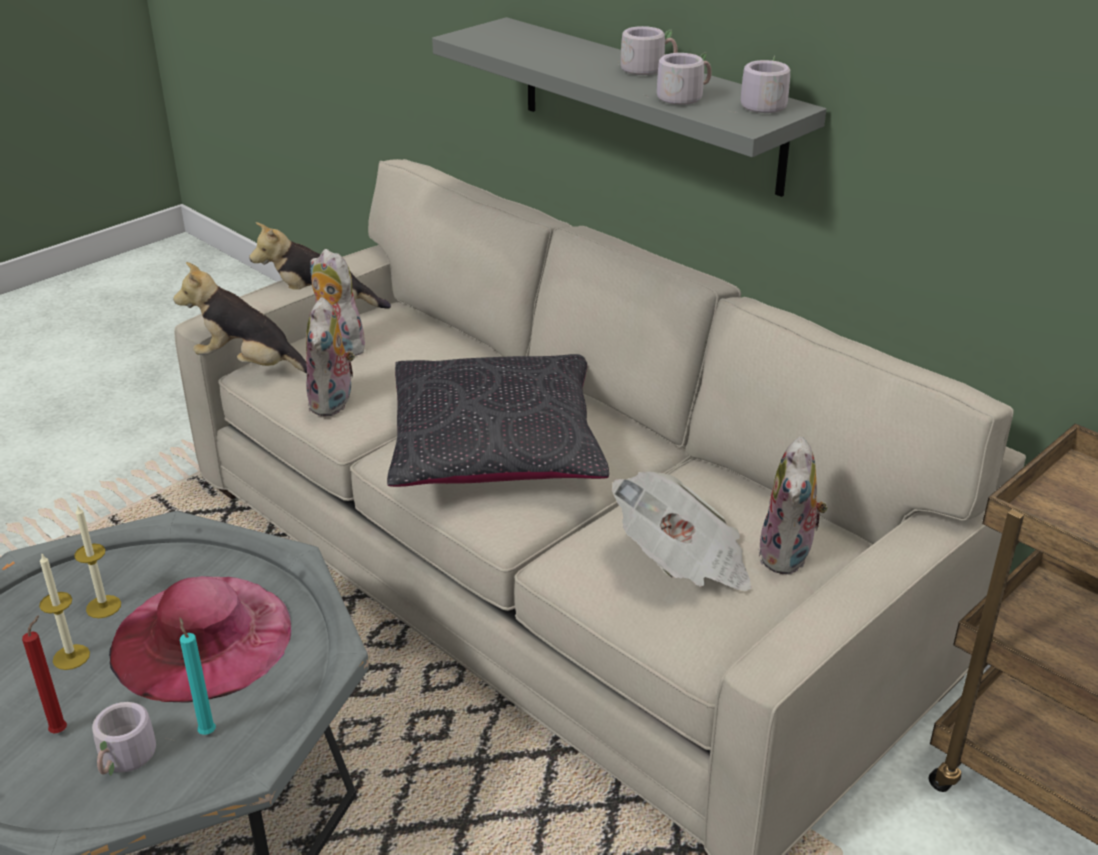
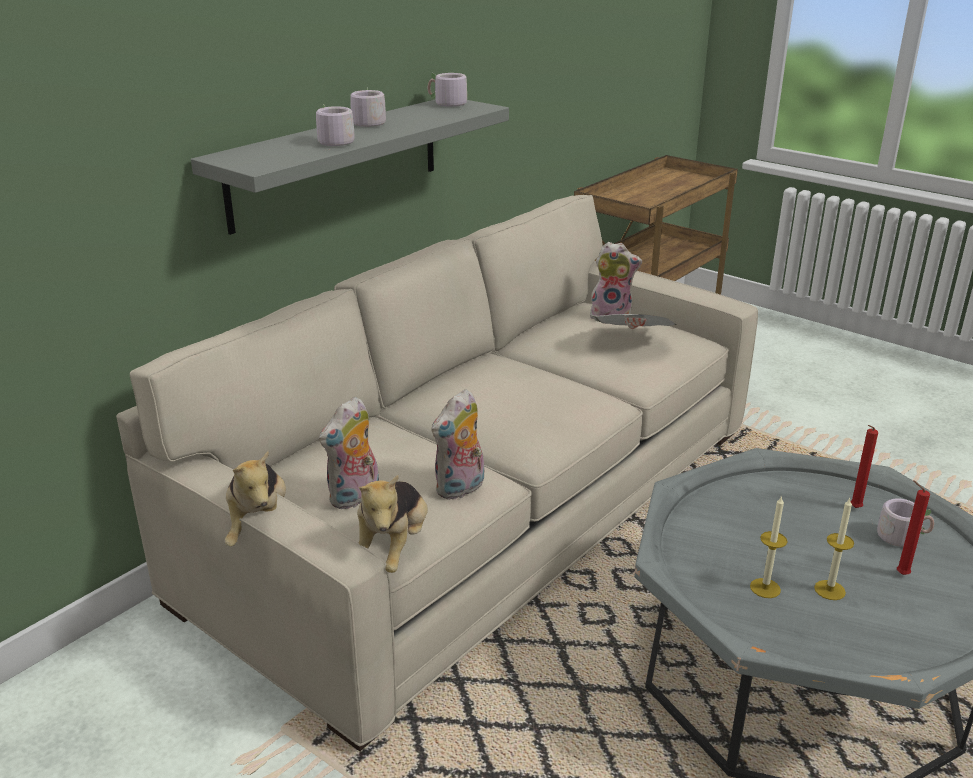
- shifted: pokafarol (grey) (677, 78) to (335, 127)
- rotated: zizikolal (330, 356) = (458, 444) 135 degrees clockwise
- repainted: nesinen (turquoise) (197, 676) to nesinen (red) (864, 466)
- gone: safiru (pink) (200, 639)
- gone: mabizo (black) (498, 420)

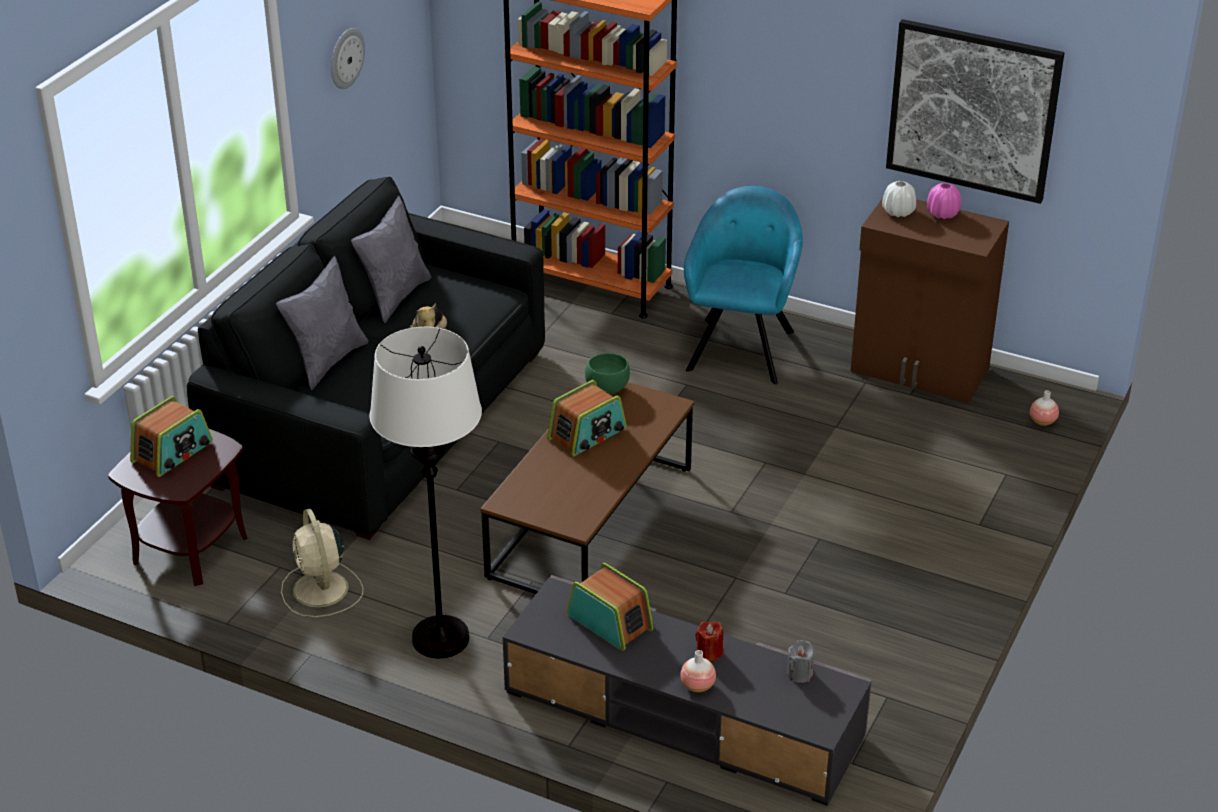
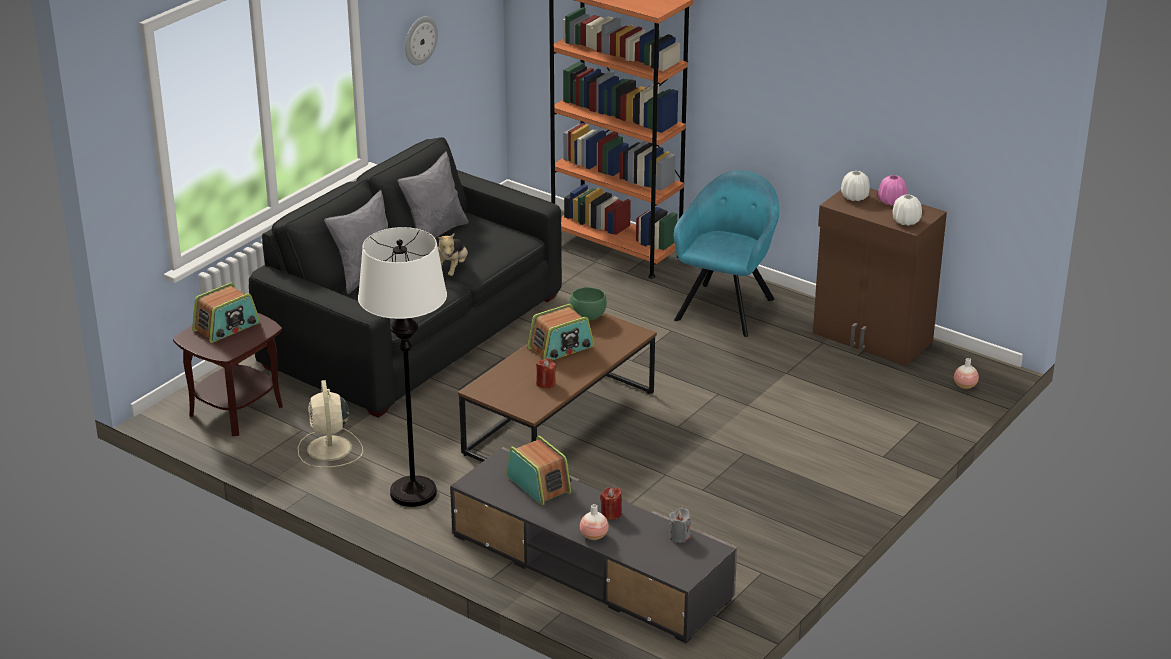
- new: nesinen (red) (546, 373)
- new: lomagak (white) (907, 210)
- gone: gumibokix (975, 111)

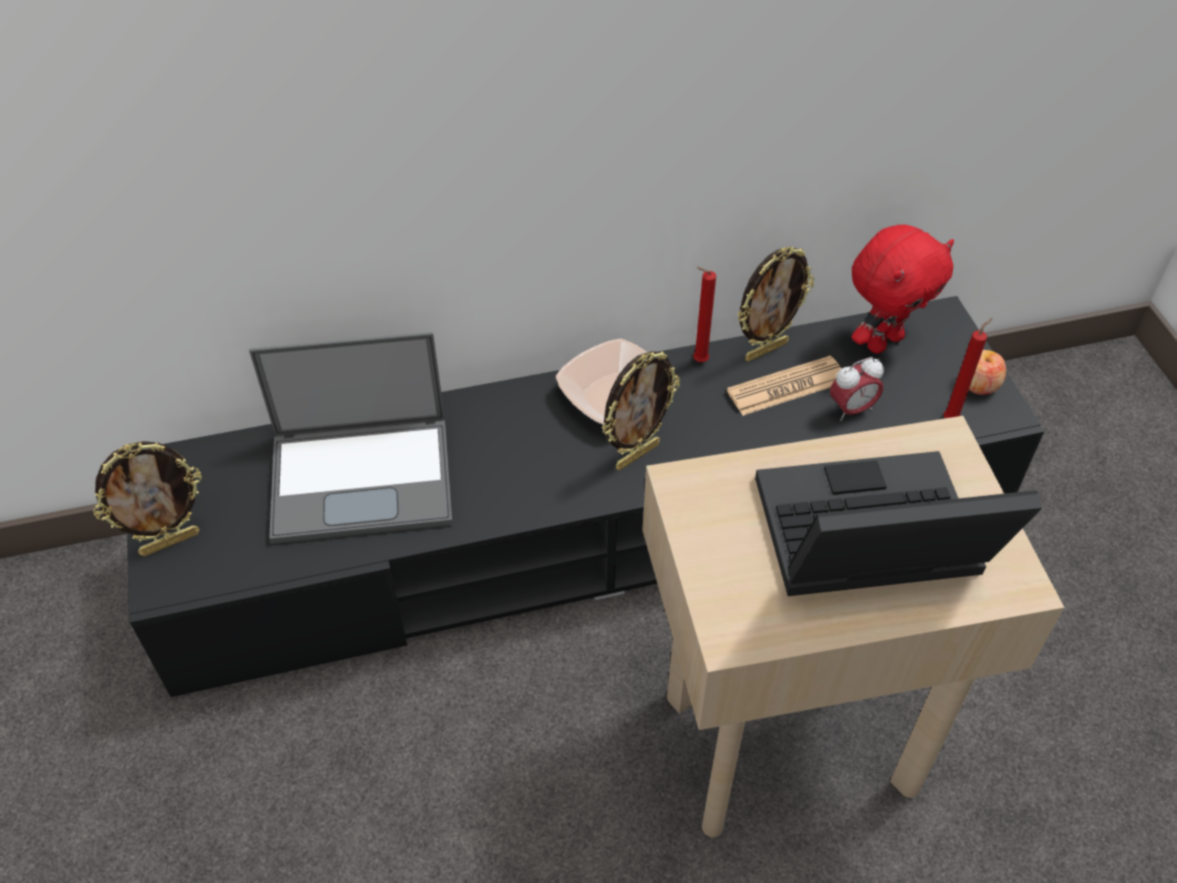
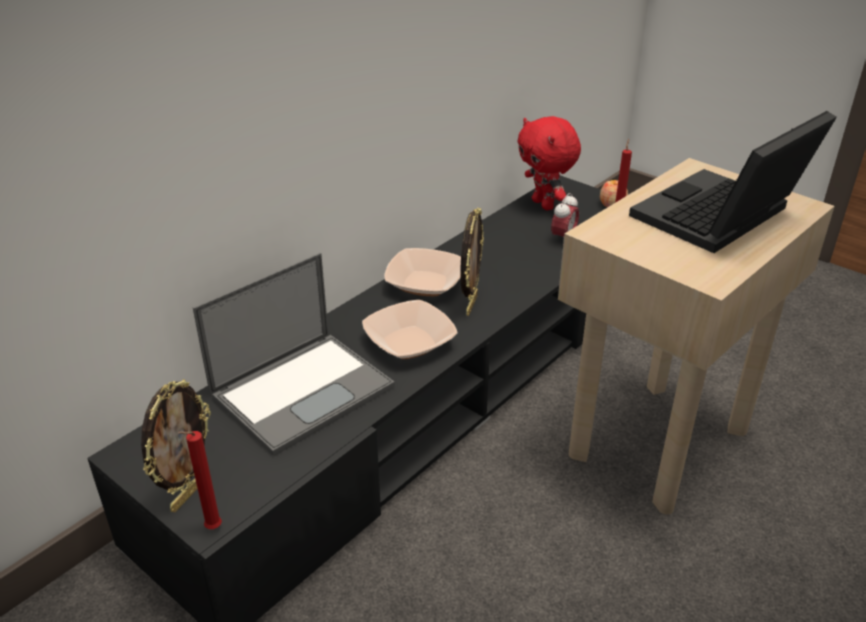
- shifted: nesinen (red) (704, 314) to (200, 480)
- new: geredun (409, 329)
- rotated: zizikolal (red) (903, 289) = (549, 163) 135 degrees clockwise
- gone: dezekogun (784, 386)
- gone: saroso (775, 304)

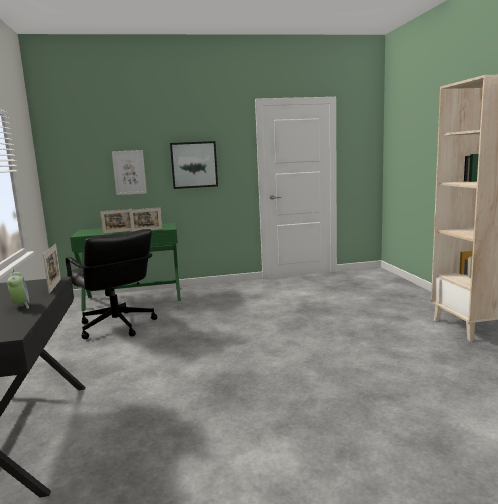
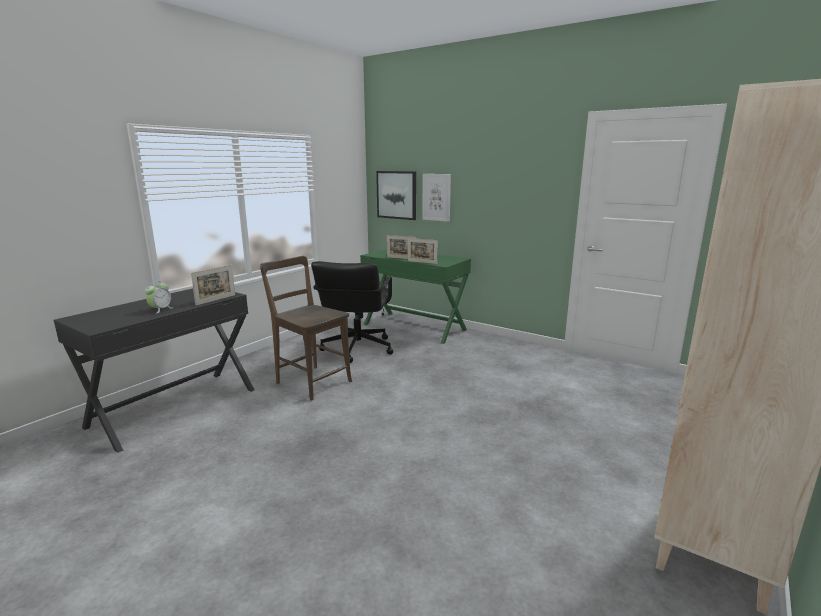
- new: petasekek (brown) (306, 328)
- shifted: gumibokix (194, 165) to (396, 195)

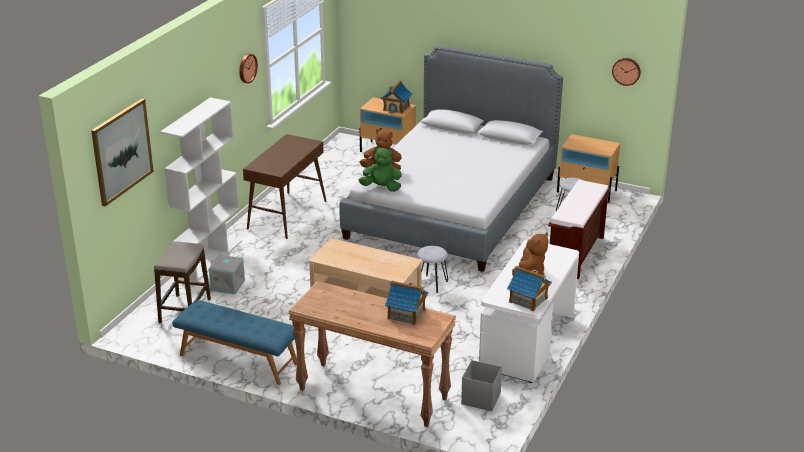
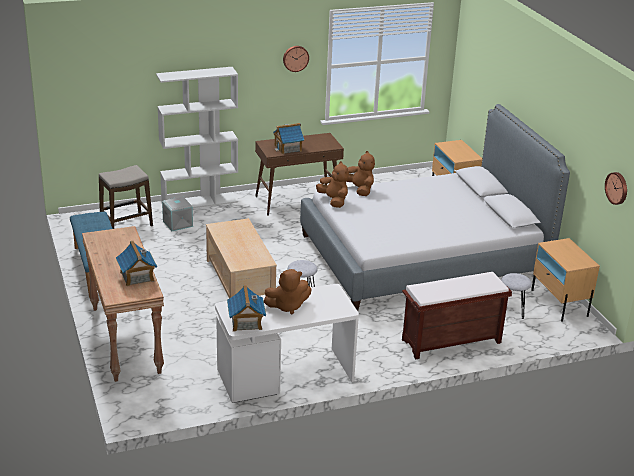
- shifted: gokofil (396, 97) to (288, 138)
- repainted: zizikolal (green) (380, 169) to zizikolal (brown) (332, 184)
- gone: gumibokix (122, 153)
- gone: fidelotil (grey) (481, 385)

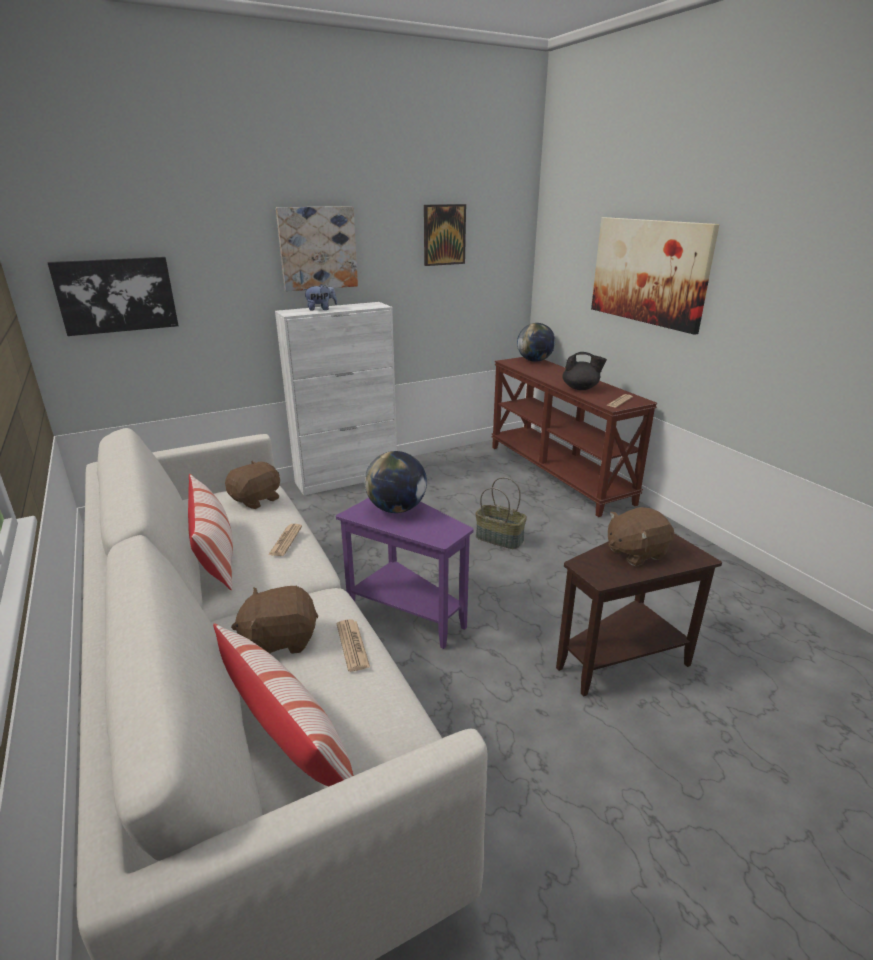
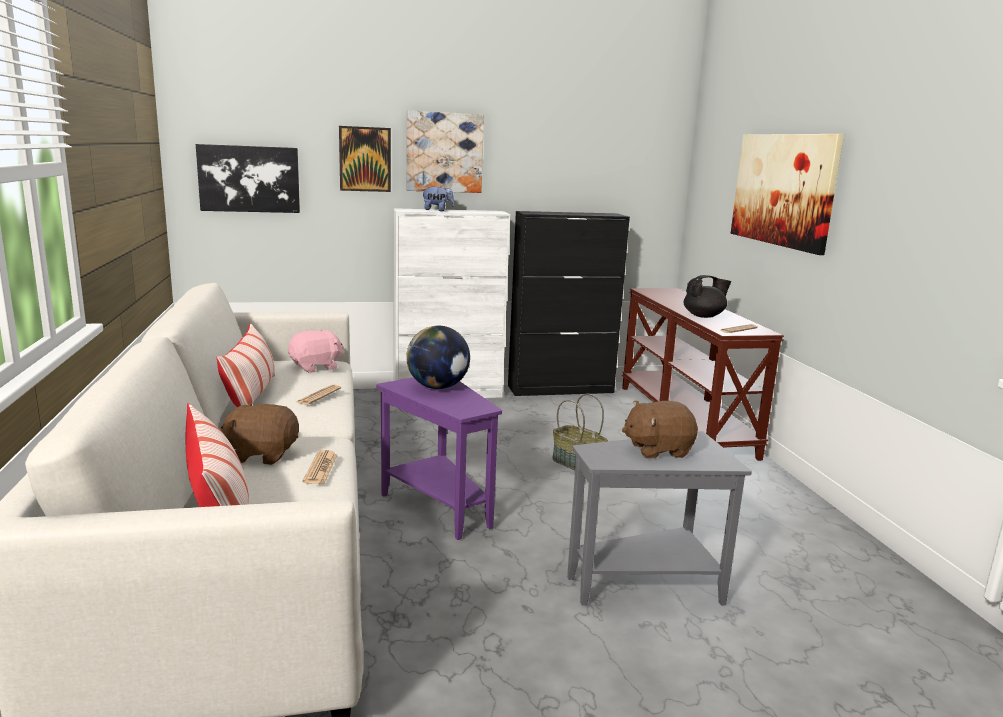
- repainted: zizikolal (brown) (252, 485) to zizikolal (pink) (316, 351)
- shifted: gumibokix (445, 235) to (365, 159)
- new: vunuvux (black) (569, 303)
- repainted: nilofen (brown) (639, 614) to nilofen (grey) (659, 518)
- rotated: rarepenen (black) (584, 371) = (707, 296) 45 degrees counterclockwise
- gone: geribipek (536, 342)

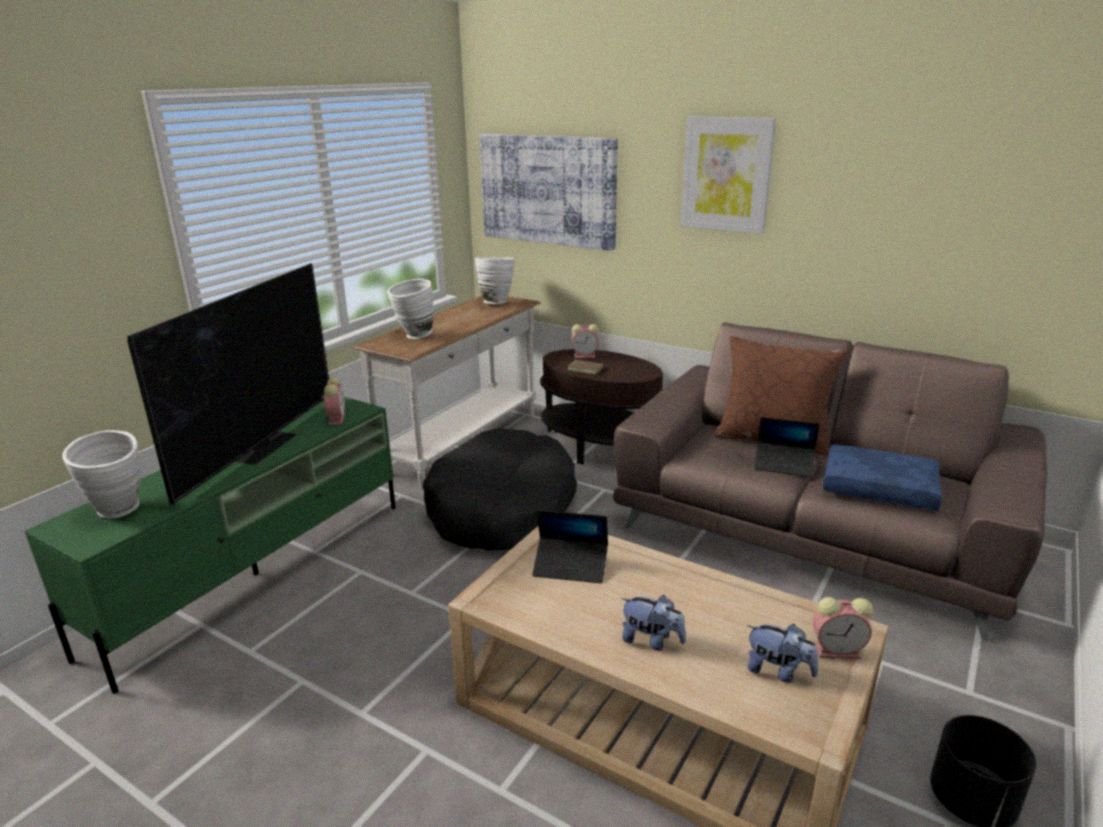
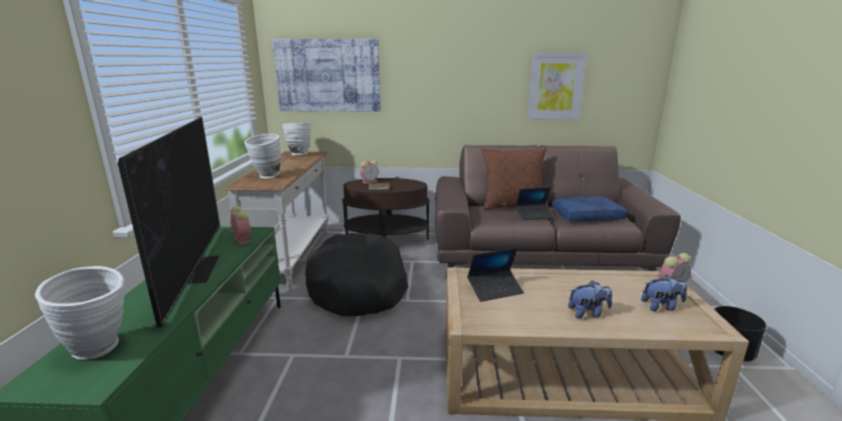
- shifted: gumibokix (728, 175) to (557, 86)

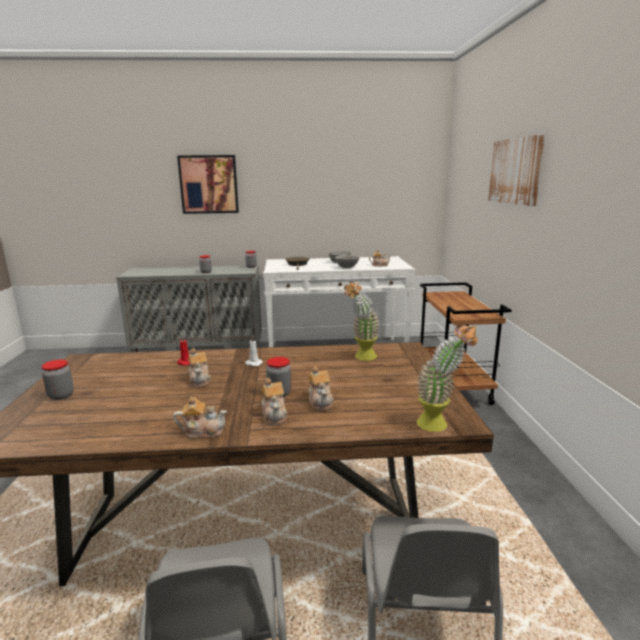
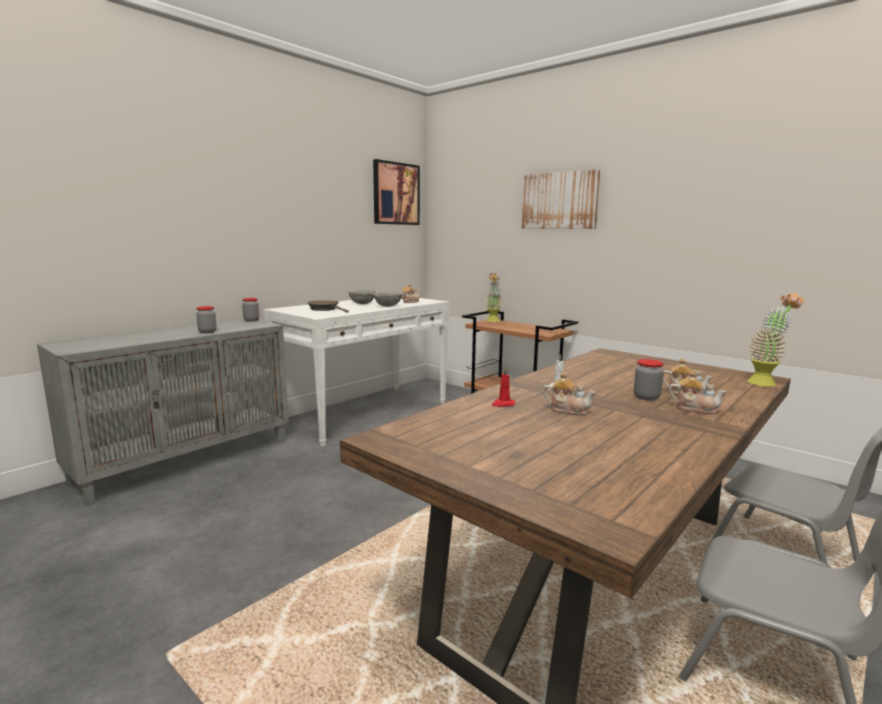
- shifted: gumibokix (208, 184) to (396, 192)
- shifted: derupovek (362, 321) to (494, 297)
- gone: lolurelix (57, 380)
- gone: rarepenen (200, 418)

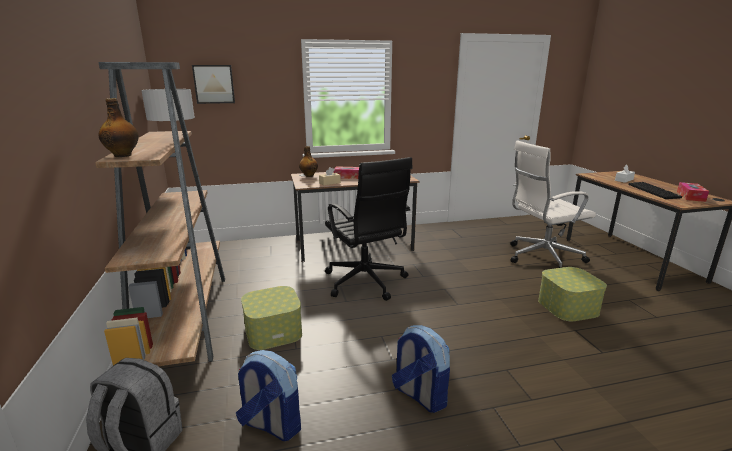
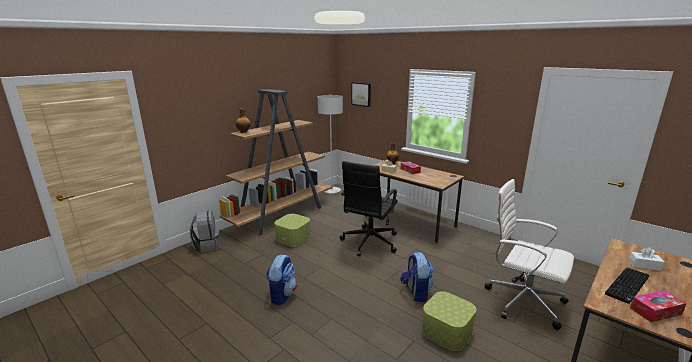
- shifted: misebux (268, 395) to (416, 277)

